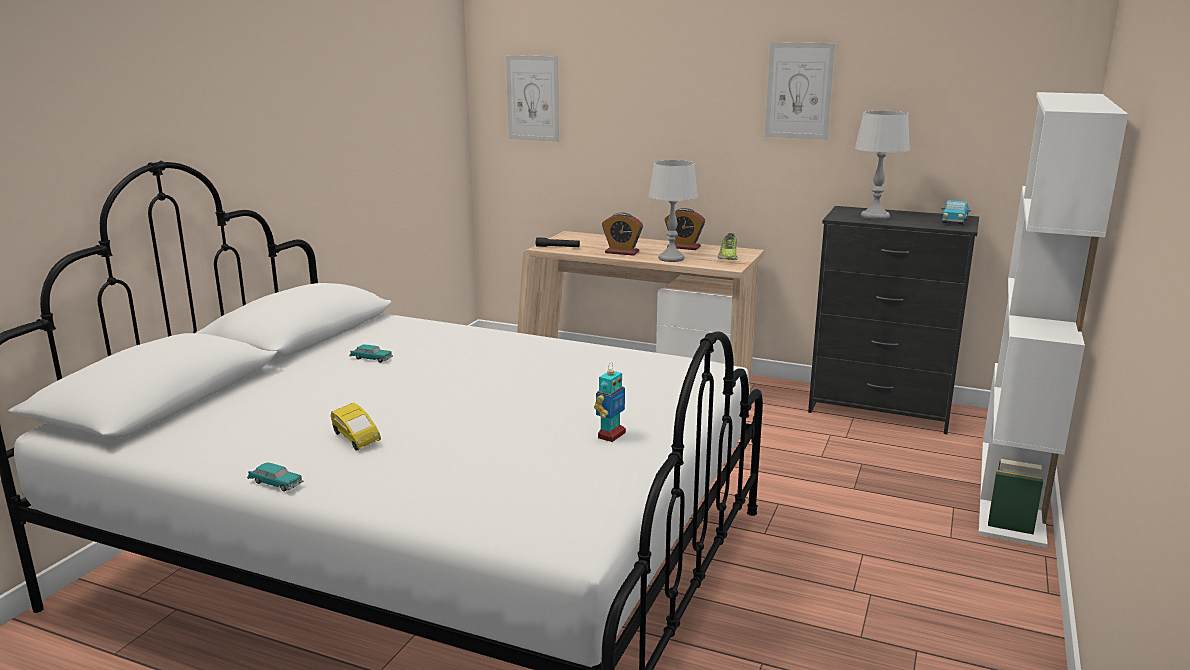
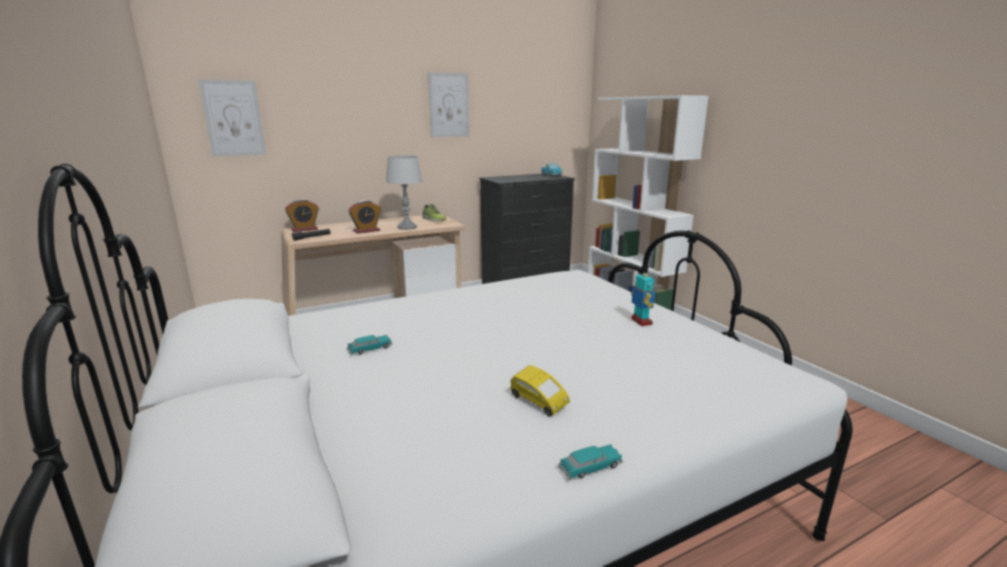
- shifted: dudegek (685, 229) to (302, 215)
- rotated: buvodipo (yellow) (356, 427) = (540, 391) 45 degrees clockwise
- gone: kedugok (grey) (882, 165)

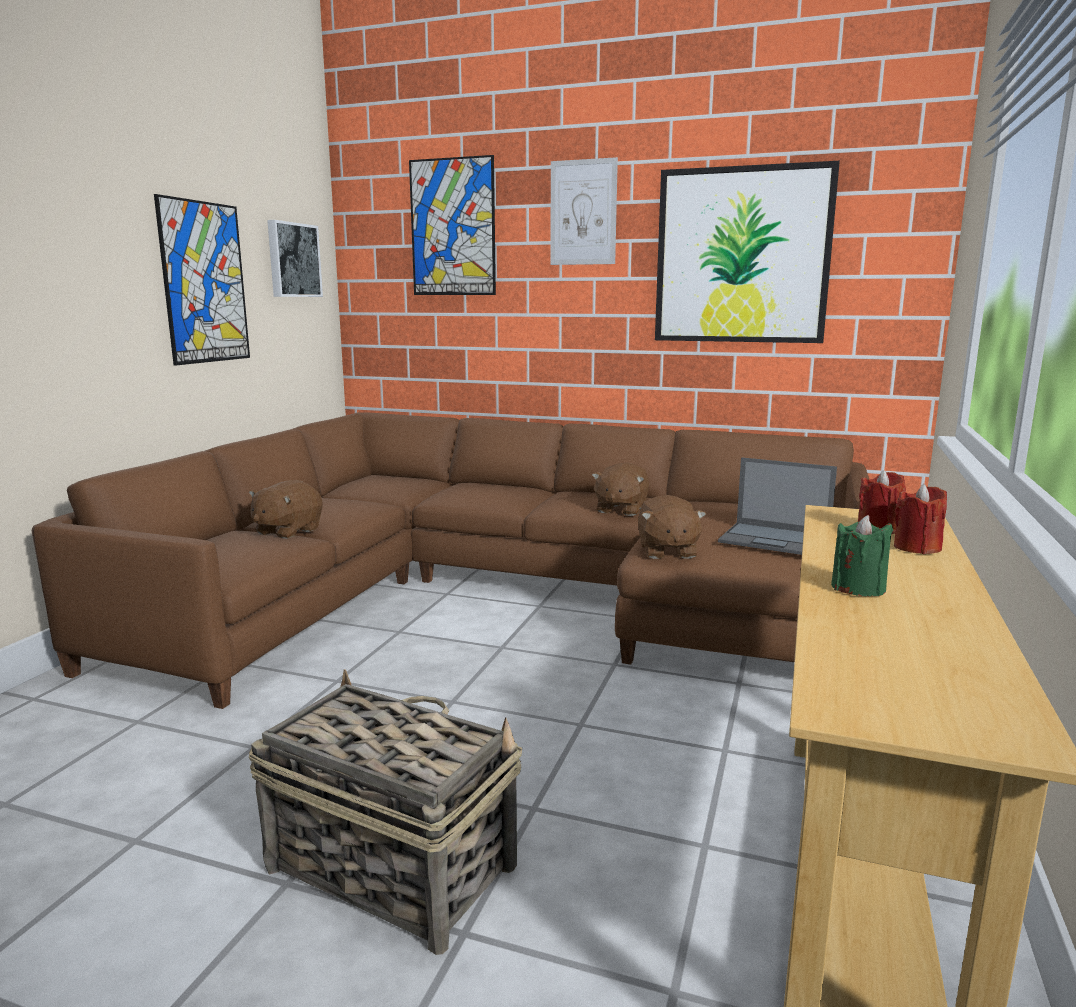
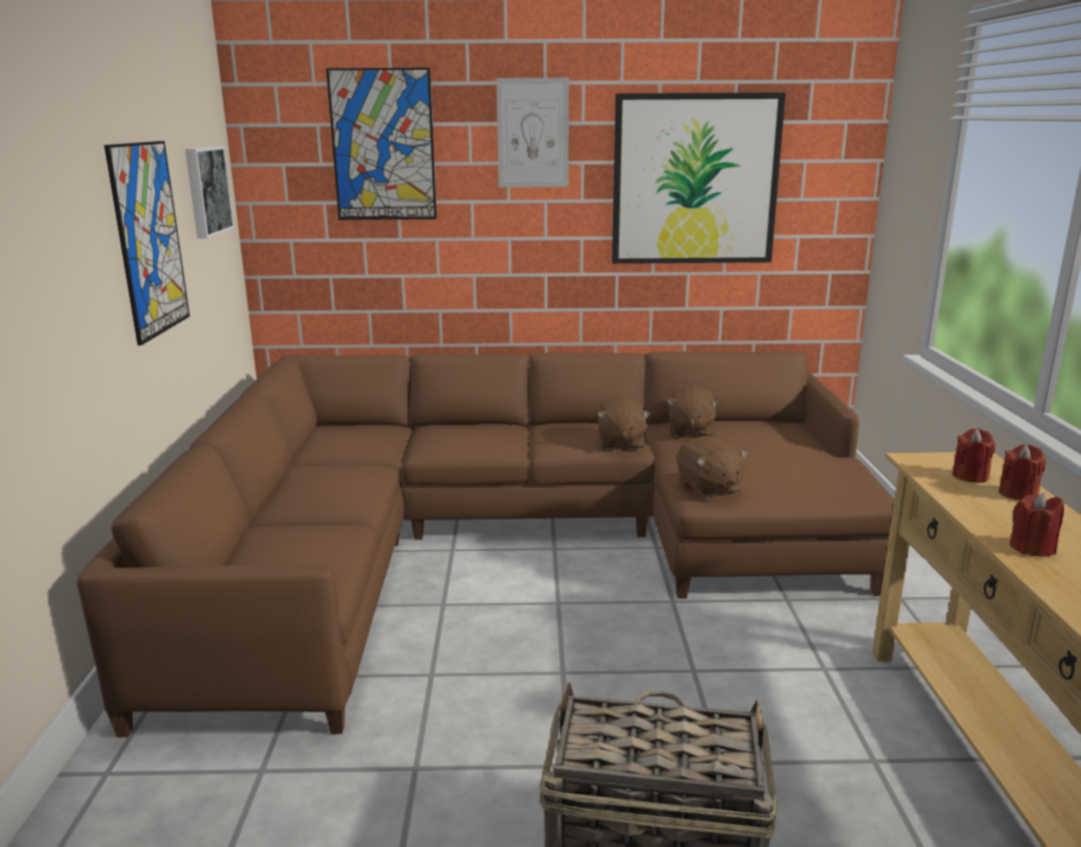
- shifted: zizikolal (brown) (285, 509) to (693, 411)
- repainted: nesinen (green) (862, 555) to nesinen (red) (1037, 525)
- gone: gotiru (777, 506)

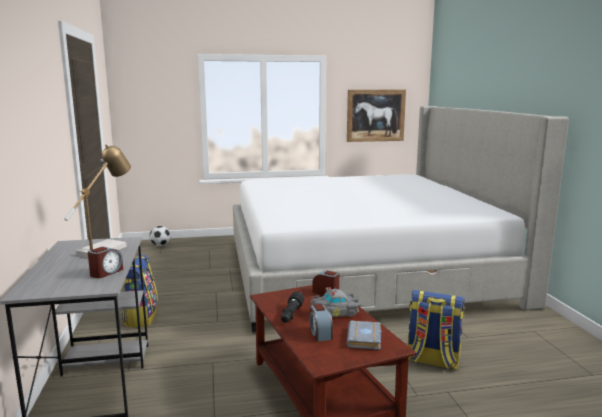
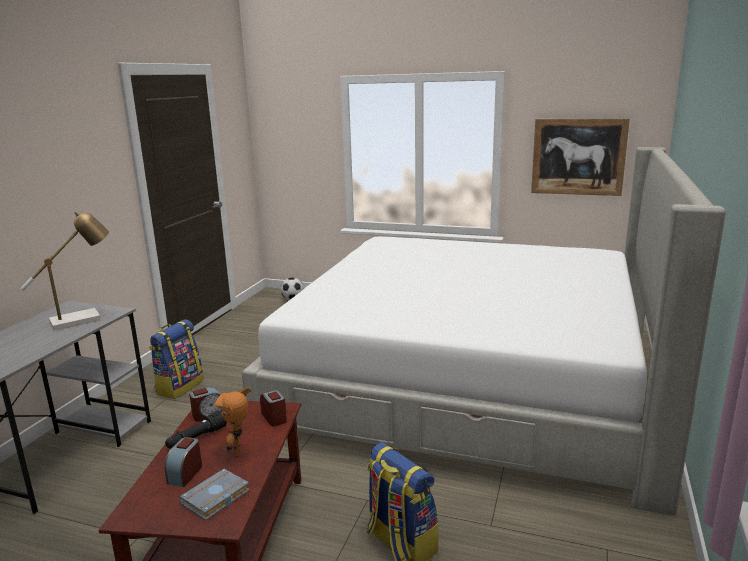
- shifted: dudegek (105, 262) to (205, 404)
- swapped: buvodipo (grey) (336, 302) to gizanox (233, 422)

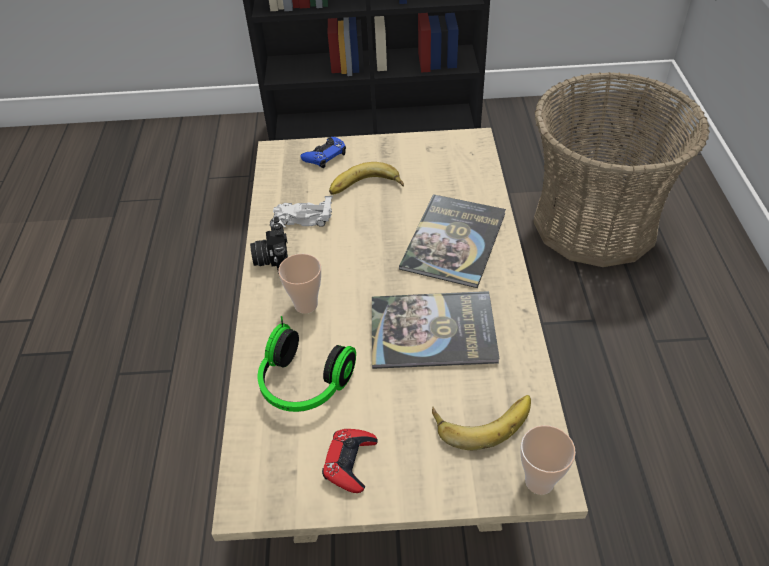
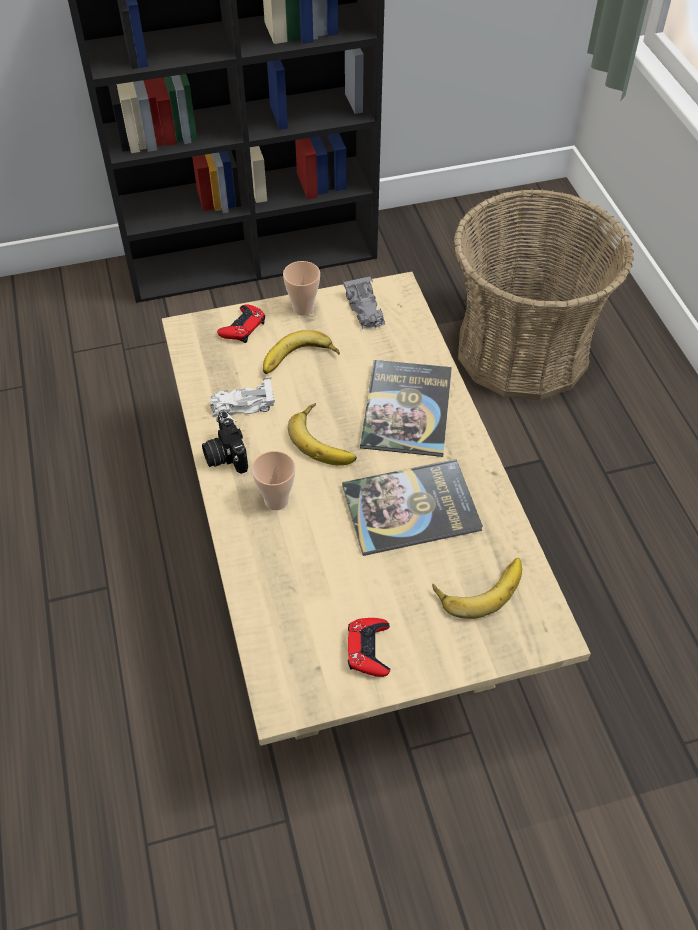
- repainted: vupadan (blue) (323, 152) to vupadan (red) (241, 323)
- shifted: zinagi (548, 460) to (301, 288)
- new: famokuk (322, 434)
- new: buvodipo (grey) (364, 302)
- gone: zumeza (307, 364)

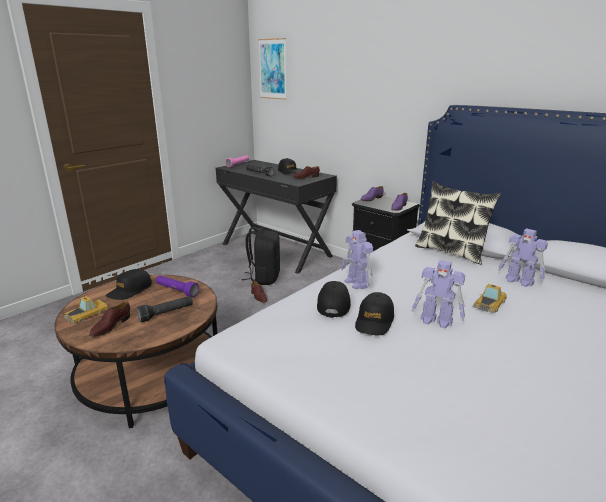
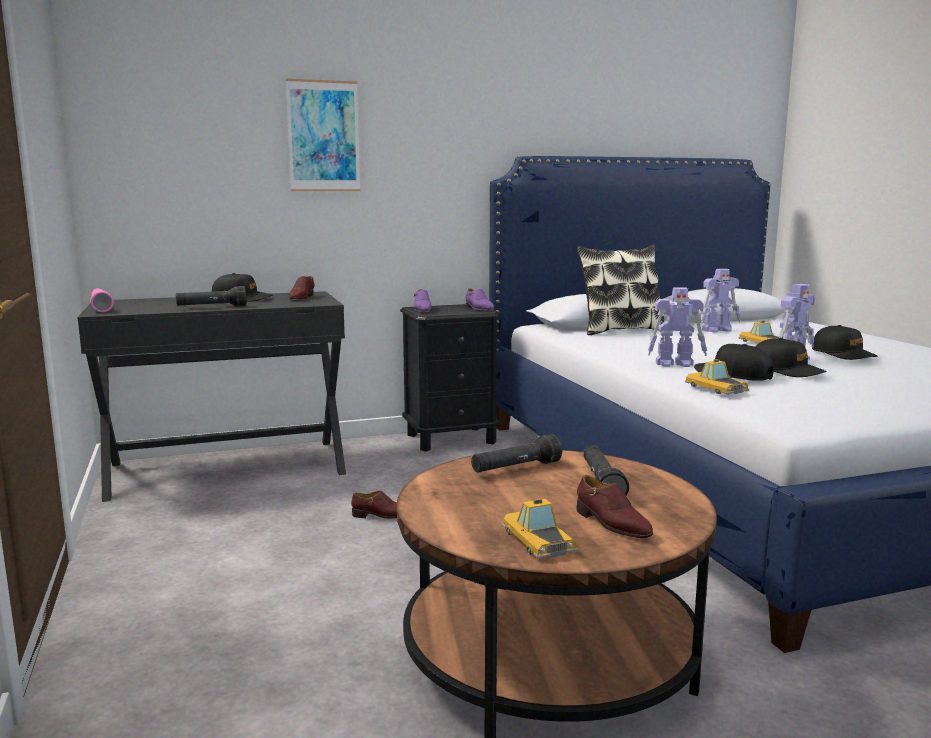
- shifted: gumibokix (272, 69) to (322, 135)
- repainted: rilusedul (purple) (177, 286) to rilusedul (black) (516, 453)
- new: buvodipo (717, 377)
- shifted: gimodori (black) (129, 284) to (845, 342)
- gone: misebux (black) (260, 256)

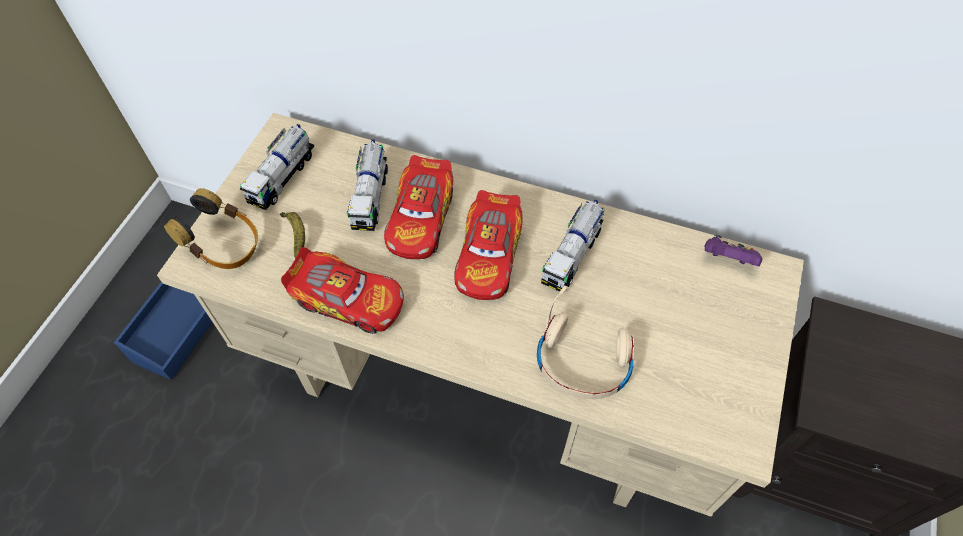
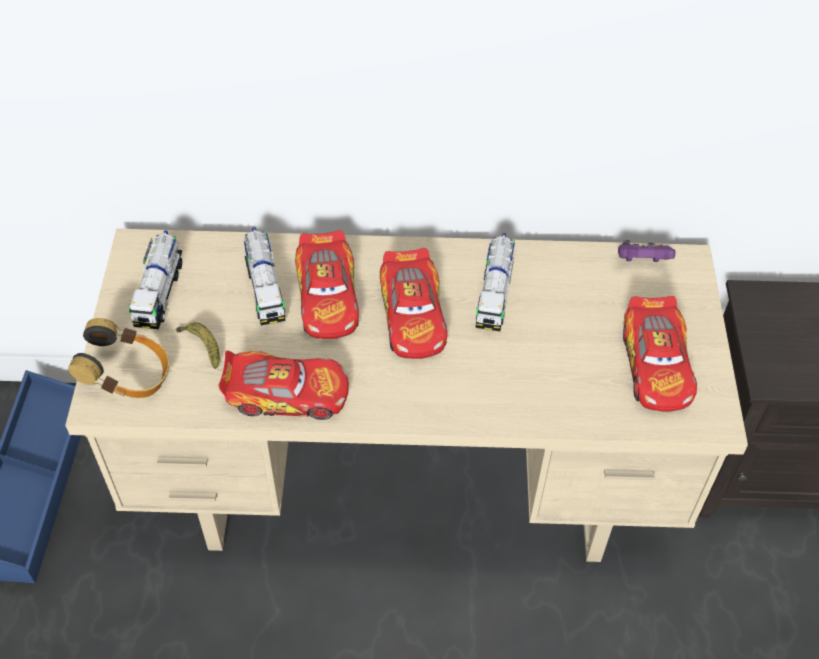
- new: buvodipo (660, 354)
- gone: zumeza (beige) (585, 342)

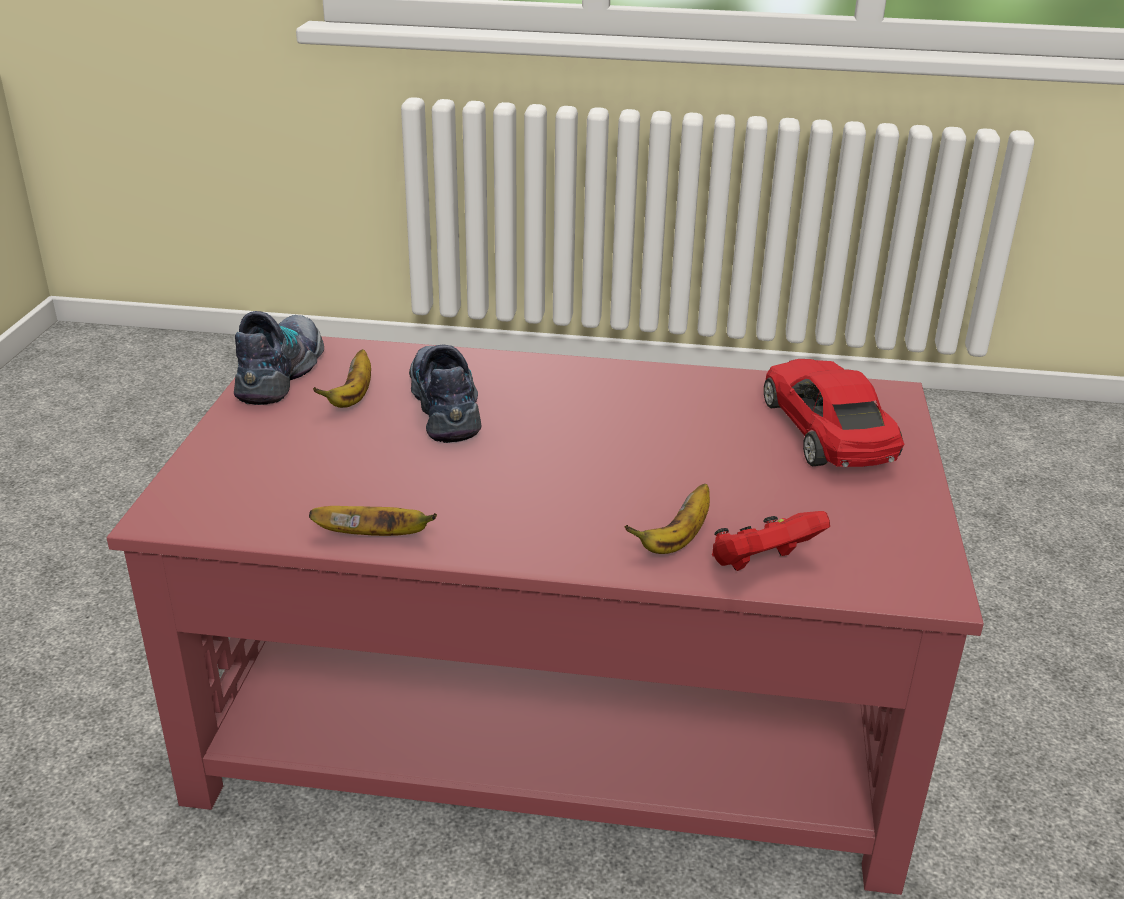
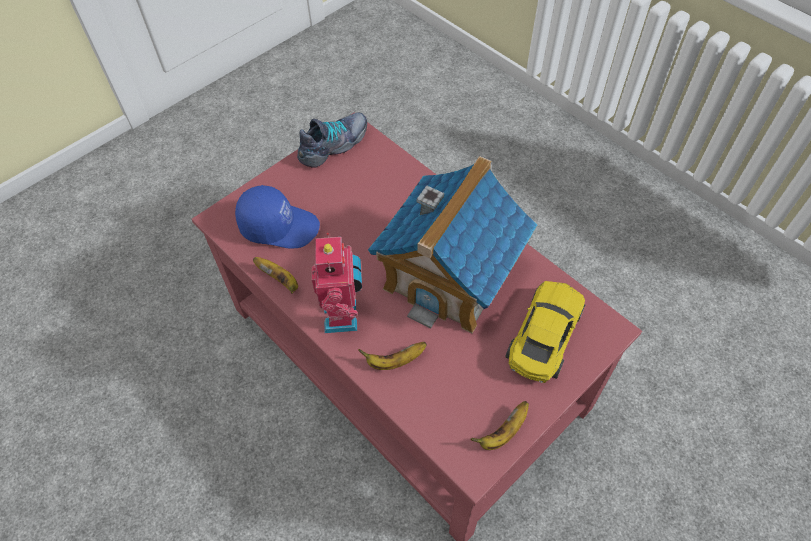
- new: gimodori (blue) (277, 217)
- new: gizanox (337, 283)
- new: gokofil (452, 244)
- shifted: famokuk (342, 378) to (500, 425)
- repainted: buvodipo (red) (834, 413) to buvodipo (yellow) (545, 332)
- gone: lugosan (445, 393)
- gone: vupadan (red) (771, 541)

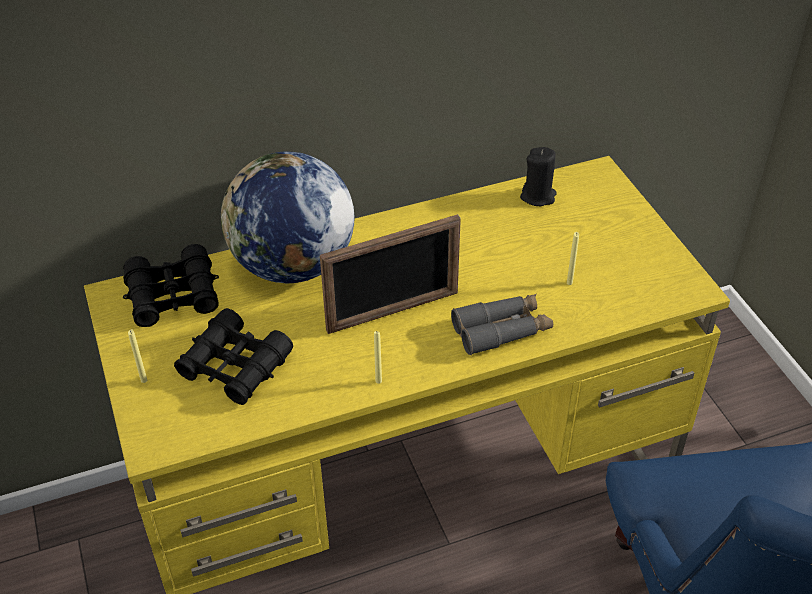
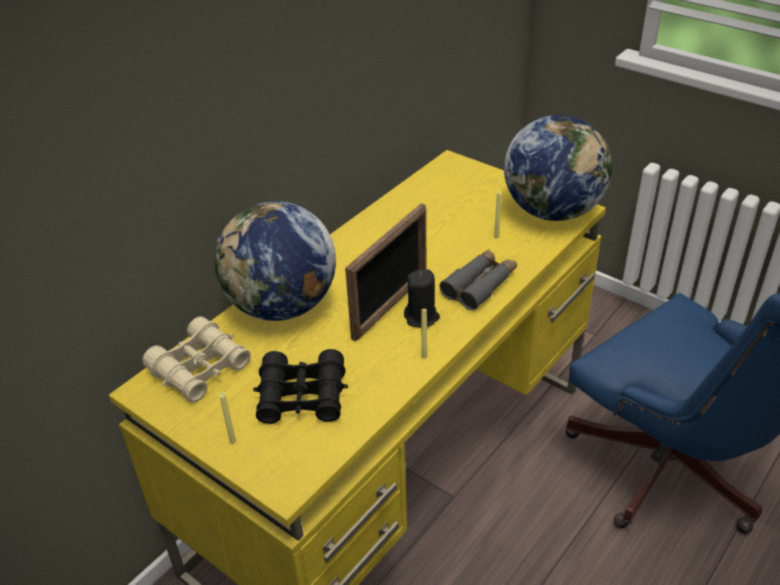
- repainted: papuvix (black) (171, 285) to papuvix (beige) (197, 359)
- shifted: nesinen (black) (538, 176) to (422, 298)
- new: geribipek (558, 168)

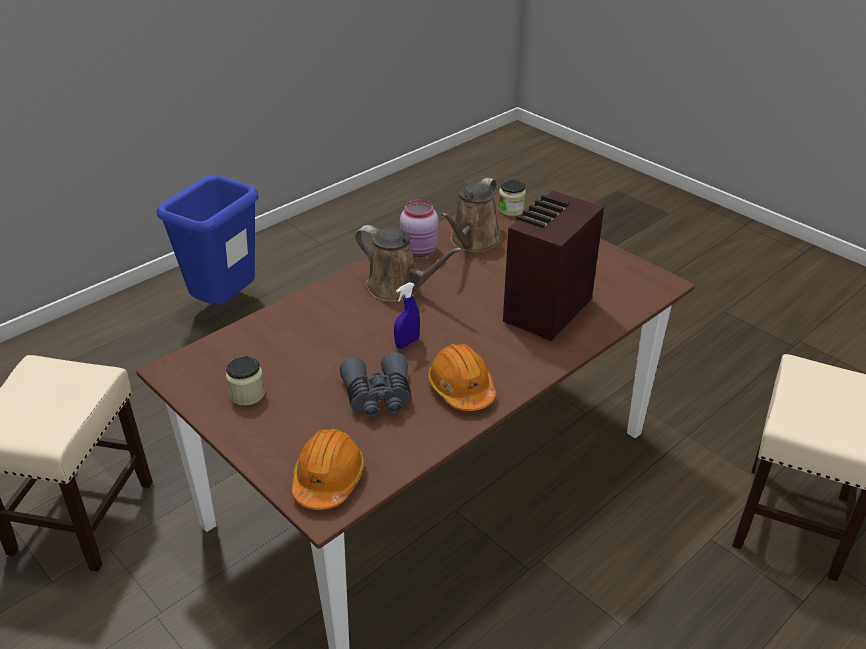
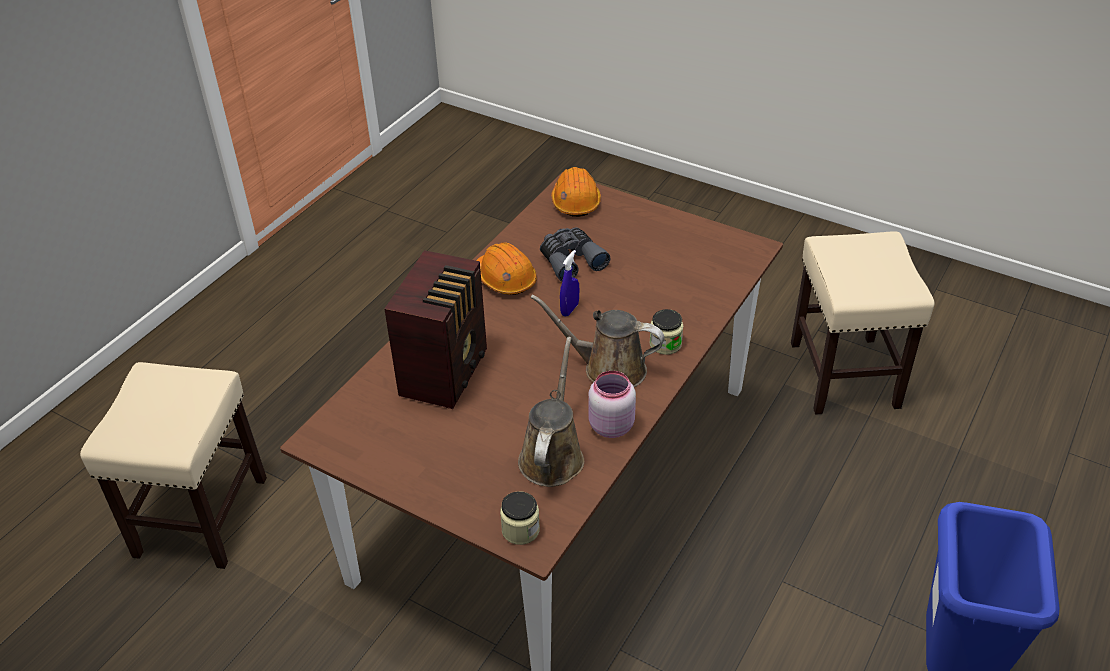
- shifted: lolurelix (245, 381) to (666, 332)

